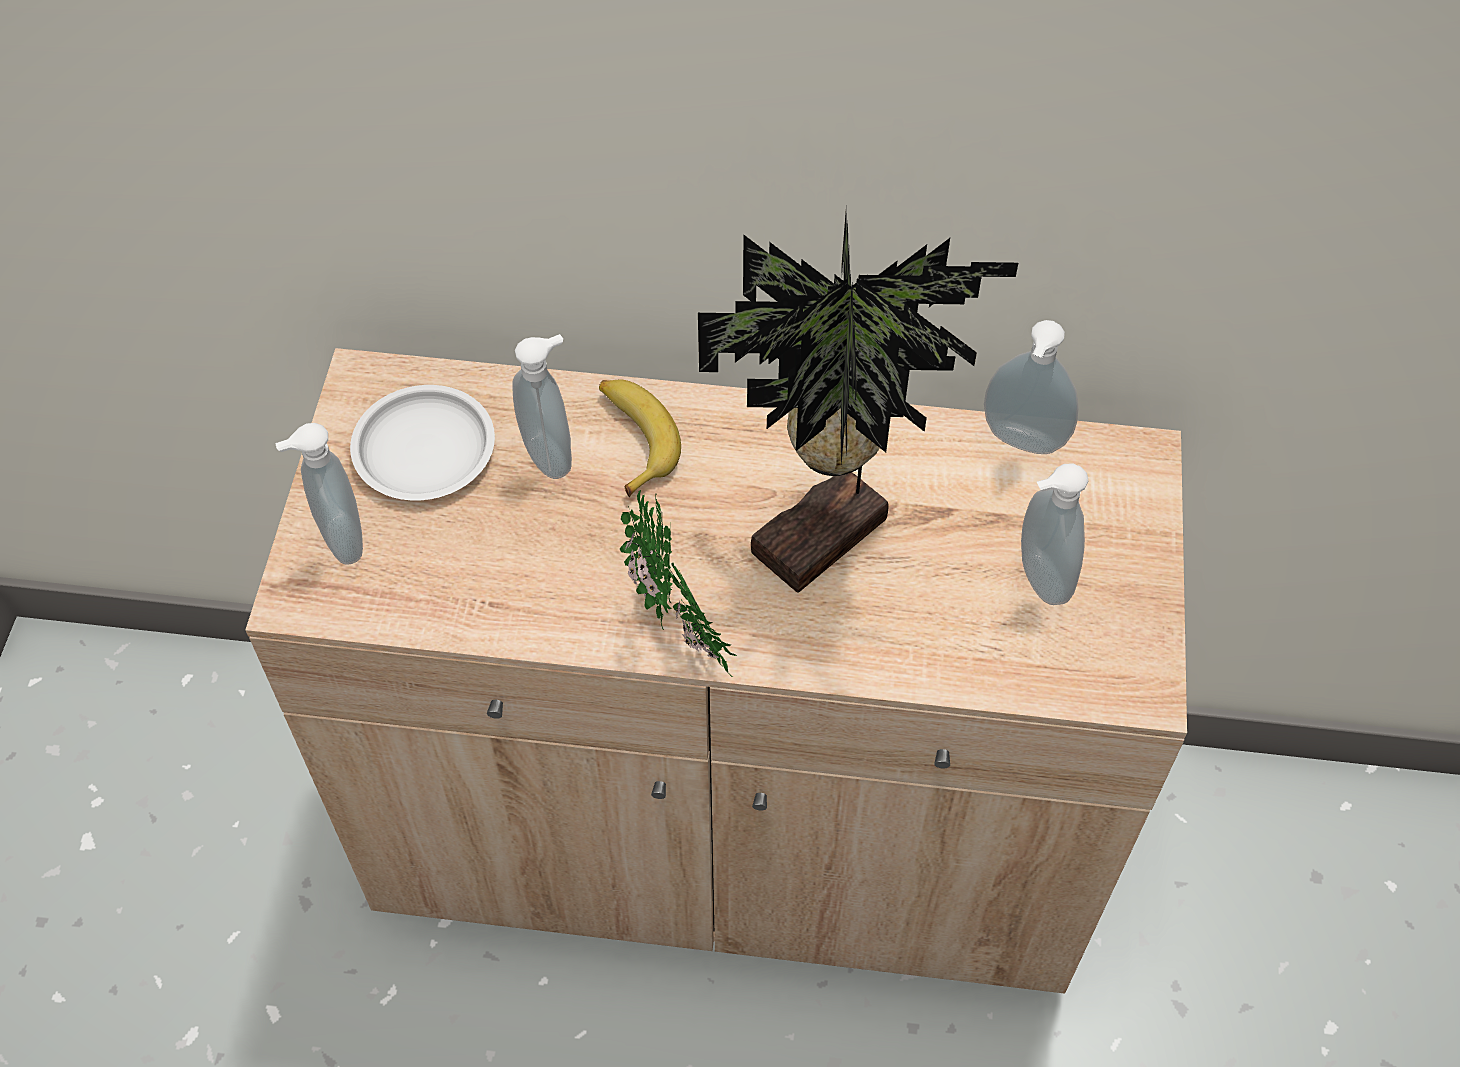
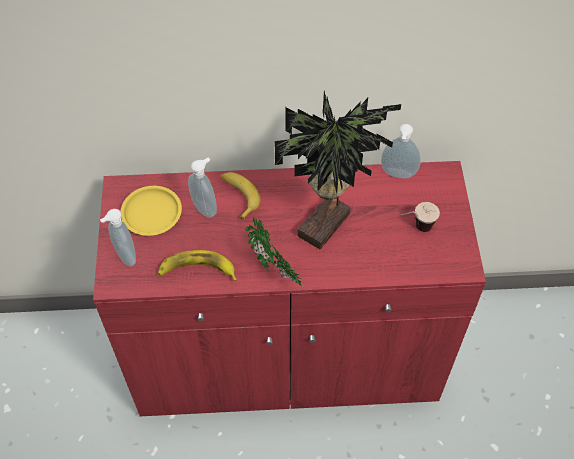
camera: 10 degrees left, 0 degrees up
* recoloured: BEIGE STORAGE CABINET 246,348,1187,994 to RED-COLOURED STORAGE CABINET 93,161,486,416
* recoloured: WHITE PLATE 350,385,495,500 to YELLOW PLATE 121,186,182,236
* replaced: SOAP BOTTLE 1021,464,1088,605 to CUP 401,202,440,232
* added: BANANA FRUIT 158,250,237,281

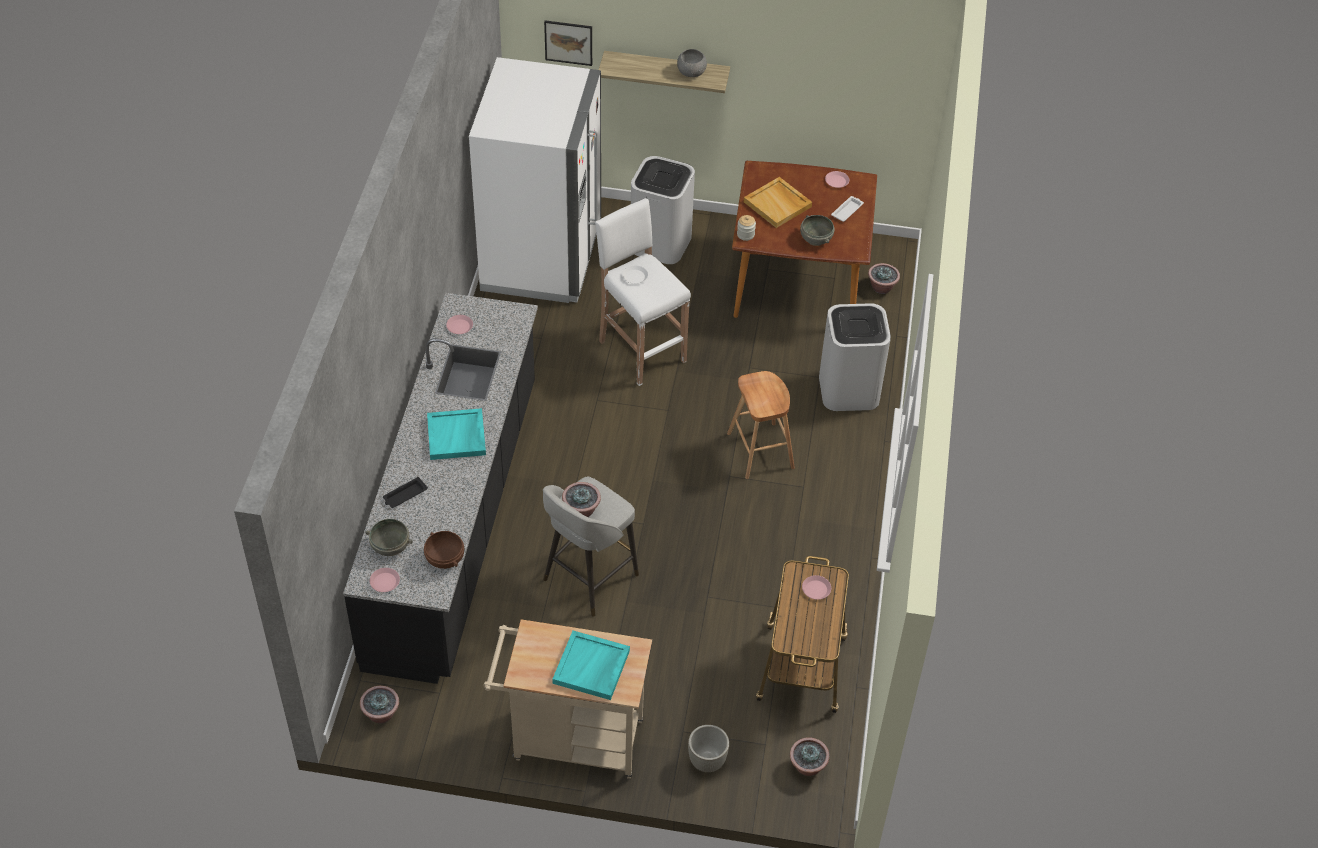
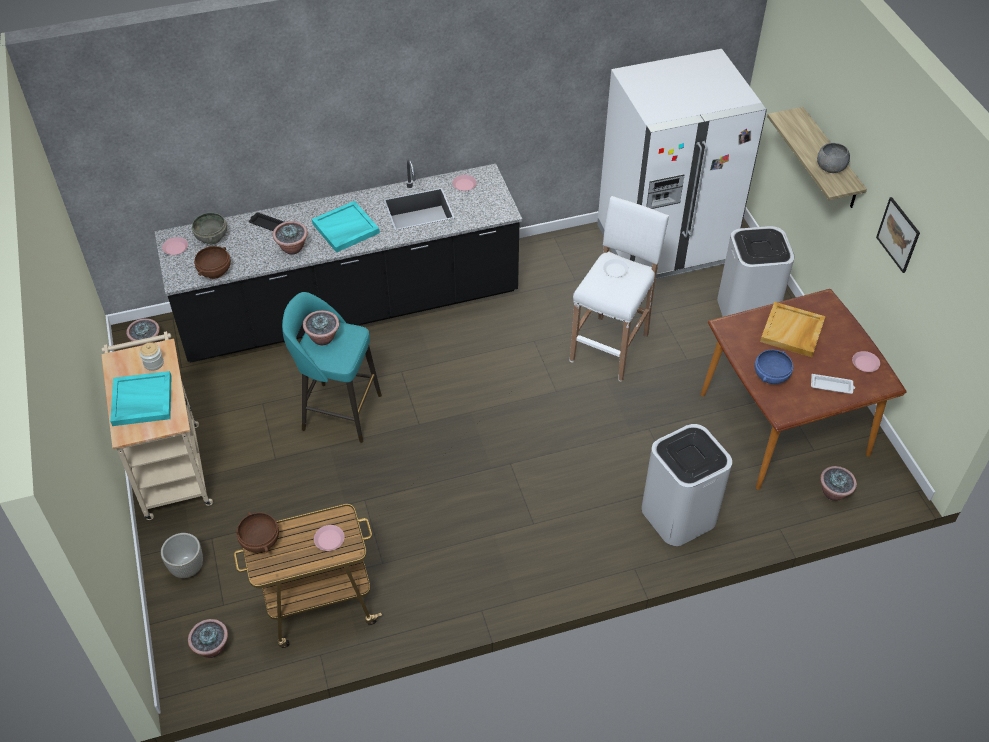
camera: 65 degrees right, 0 degrees up
* recoloured: GRAY SITTING STOOL 543,476,639,617 to BLUE-GREEN SITTING STOOL 282,292,382,443
* moved: WALL ART 544,20,592,66 to 876,197,920,273
* removed: BROWN-COLOURED SITTING STOOL 727,371,795,479
* moved: STORAGE JAR 737,215,756,241 to 140,342,164,371
* recoloured: GRAY DEEP DISH 800,215,835,246 to BLUISH DEEP DISH 755,350,793,384
* added: BROWN-COLOURED DEEP DISH 236,512,279,552
* added: POTTED PLANT 273,221,308,254

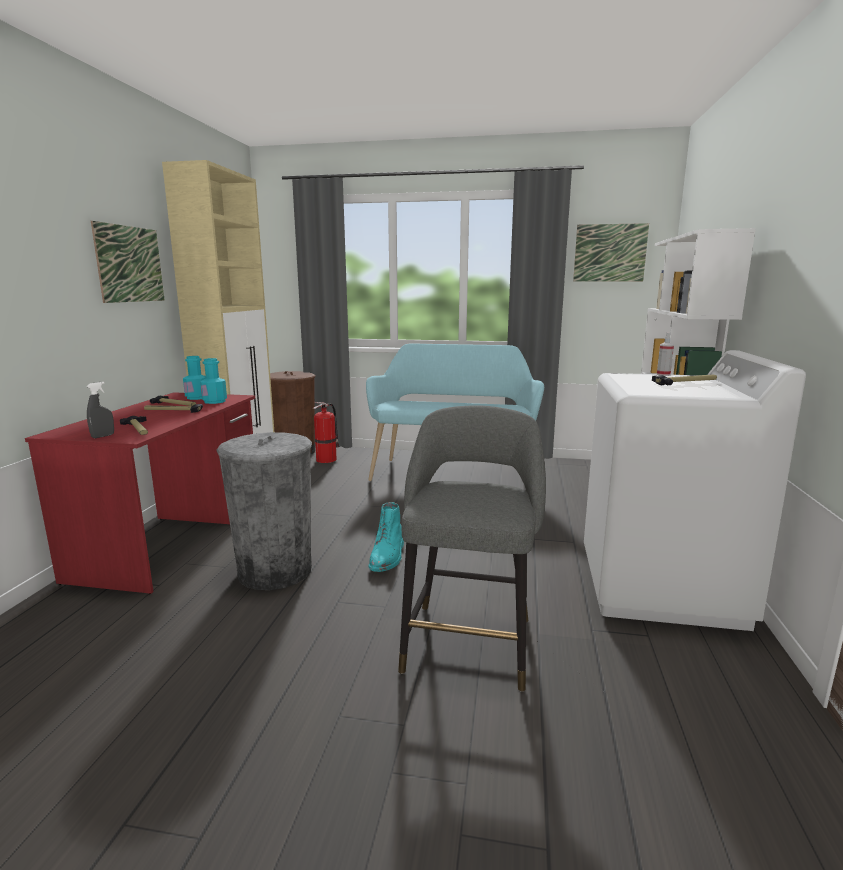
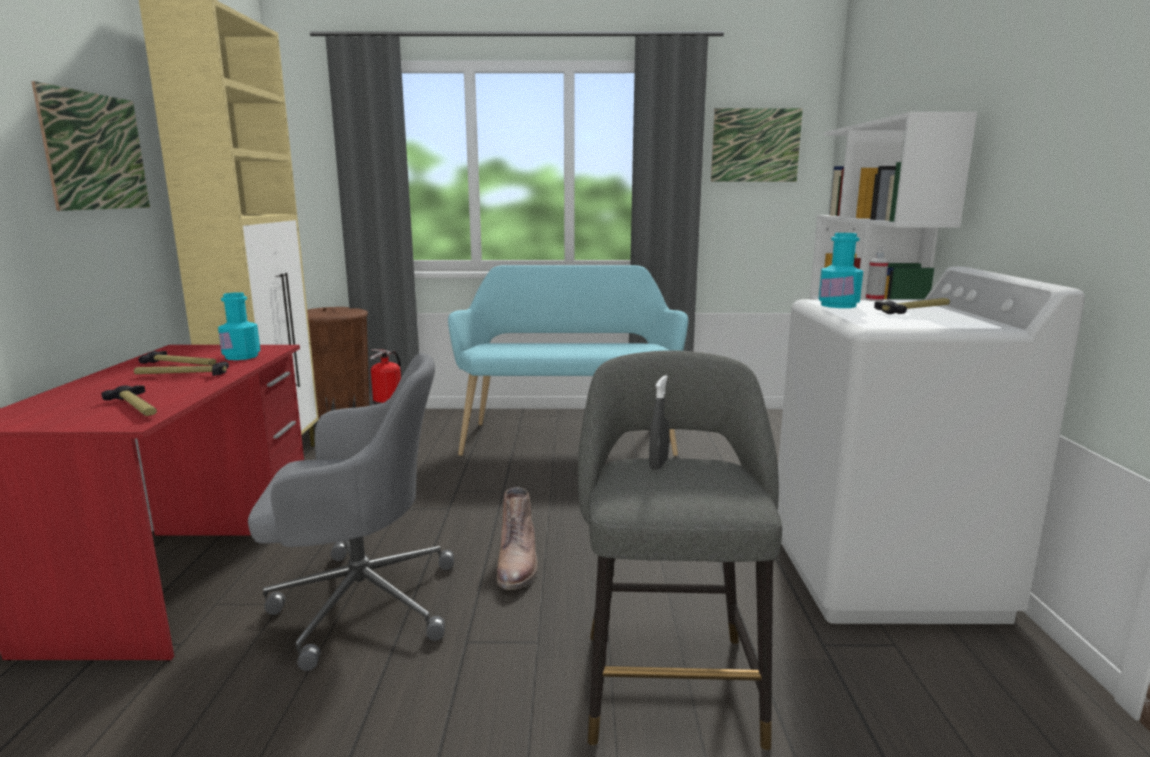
camera: 10 degrees left, 0 degrees up
* moved: GRAY SPRAY BOTTLE 86,382,114,438 to 649,375,670,470
* moved: BLUE-GREEN BOTTLE 183,356,206,400 to 819,233,863,308
* replaced: GRAY WASTE BIN 217,432,312,590 to GRAY OFFICE CHAIR 248,353,454,671
* recoloured: BLUE-GREEN HIGH-TOP BOOT 368,502,404,572 to BROWN-COLOURED HIGH-TOP BOOT 497,487,538,590

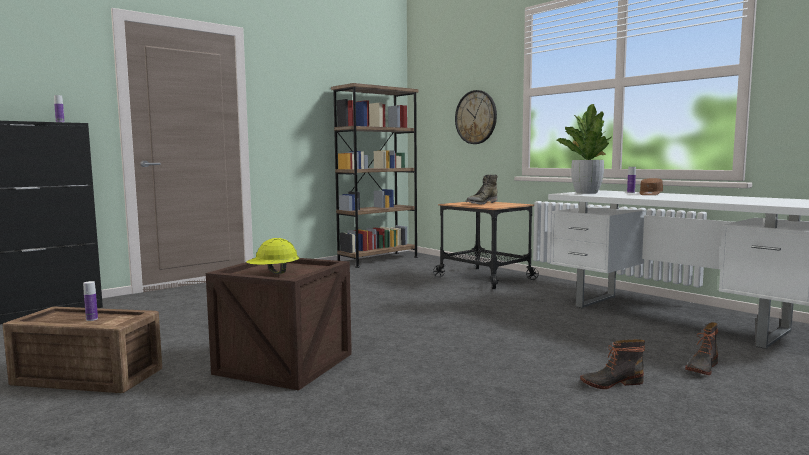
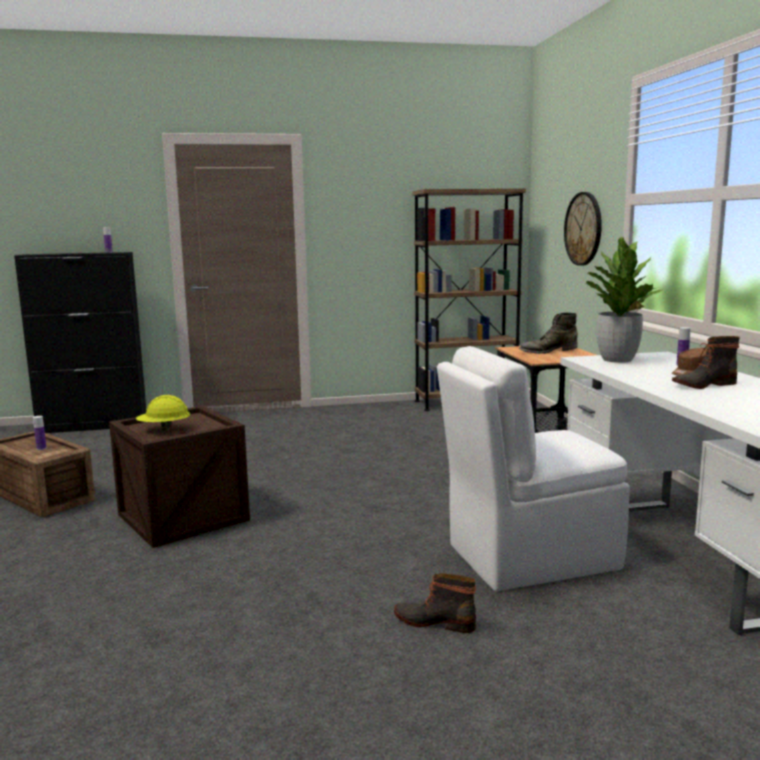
camera: 30 degrees right, 5 degrees up
* moved: HIGH-TOP BOOT 685,322,718,375 to 672,336,740,389
* added: WHITE PLAIN CHAIR 437,346,630,591

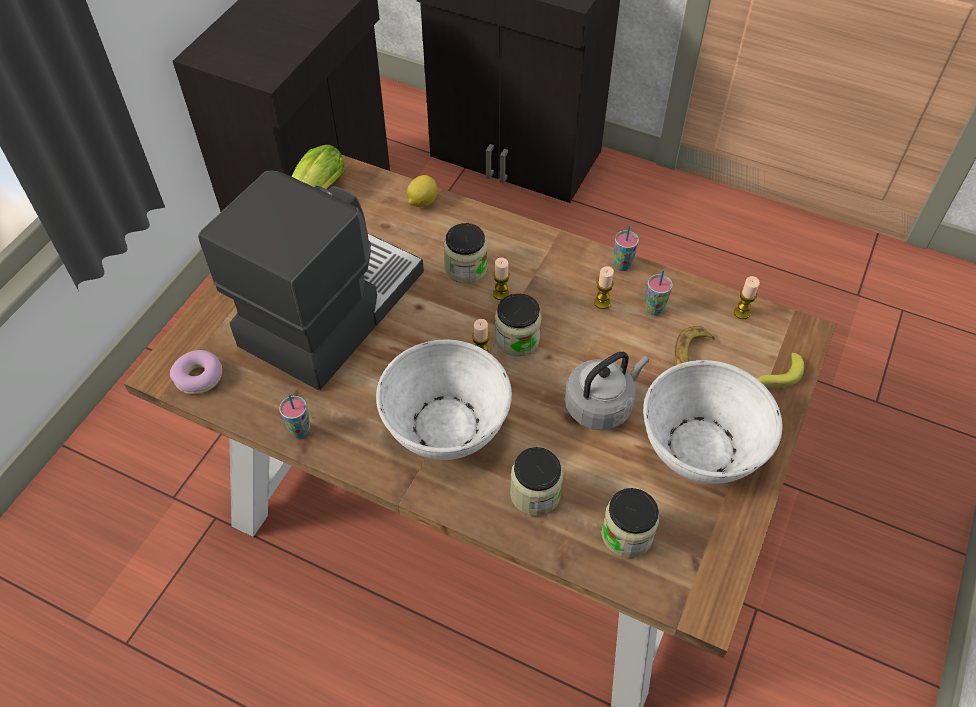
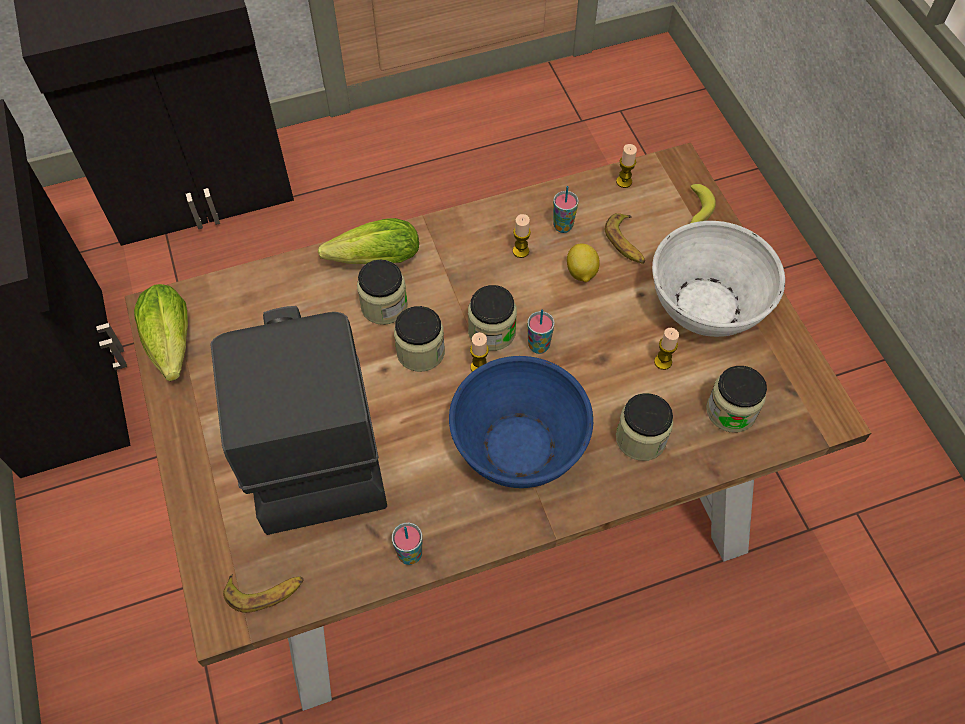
camera: 45 degrees left, 5 degrees up
* replaced: DOUGHNUT 170,350,222,394 to BANANA FRUIT 223,574,303,613
* recoloured: WHITE DEEP DISH 376,340,512,460 to BLUISH DEEP DISH 449,356,593,488
* moved: WHOLE LEMON 406,175,438,207 to 567,244,600,283
* moved: WAX LIGHT 493,258,510,300 to 654,328,679,370
* removed: GRAY WATER KETTLE 565,352,649,430
* moved: CUP 613,225,639,271 to 527,309,555,354
* added: LETTUCE 318,218,419,264
* added: STORAGE JAR 394,306,445,372

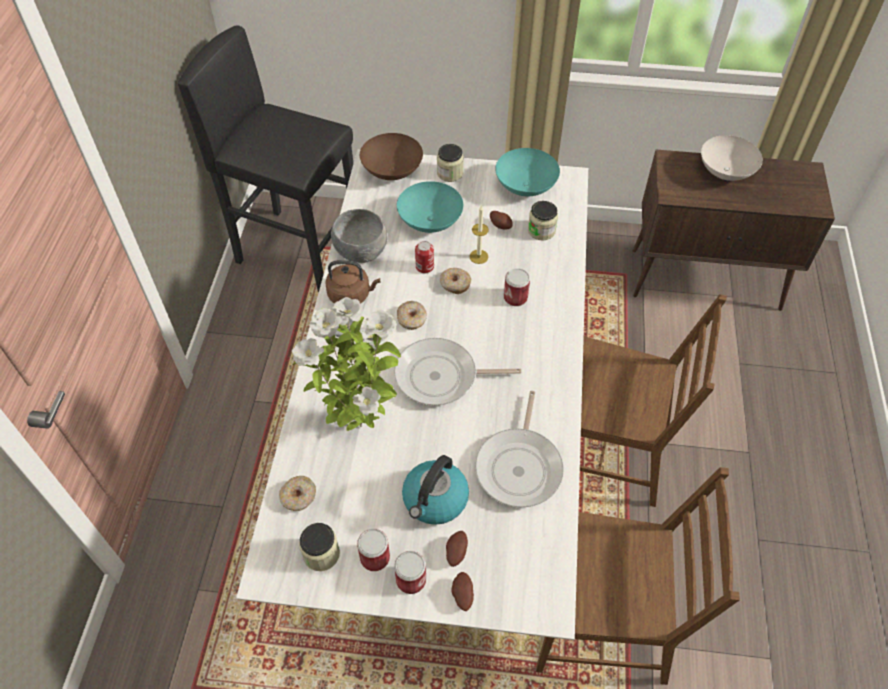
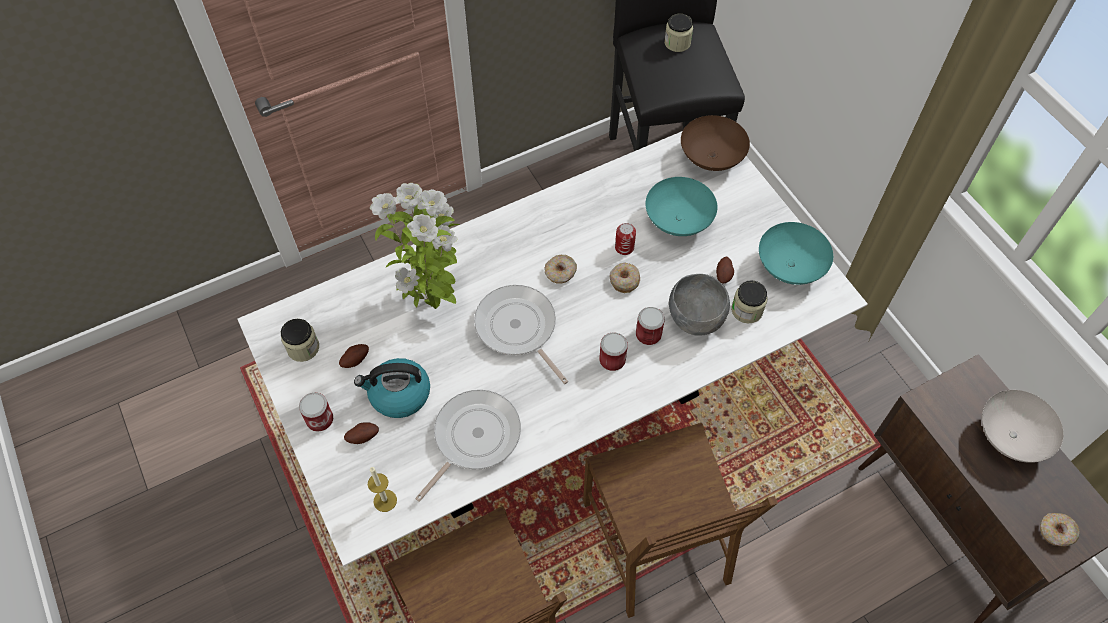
camera: 55 degrees right, 5 degrees up
* moved: DOUGHNUT 279,476,316,511 to 1040,513,1080,547
* removed: BROWN-COLOURED WATER KETTLE 326,260,380,304
* moved: GRAY DEEP DISH 331,209,388,263 to 669,274,730,336
* moved: METAL CAN 357,529,390,571 to 599,332,628,371
* moved: STORAGE JAR 437,144,464,182 to 664,14,693,52
* moved: POTATO 452,572,474,611 to 339,344,369,368
* moved: WAX LIGHT 469,205,489,264 to 368,467,397,512
* turned: PAN 475,391,564,508 = 415,390,521,502 150 degrees clockwise

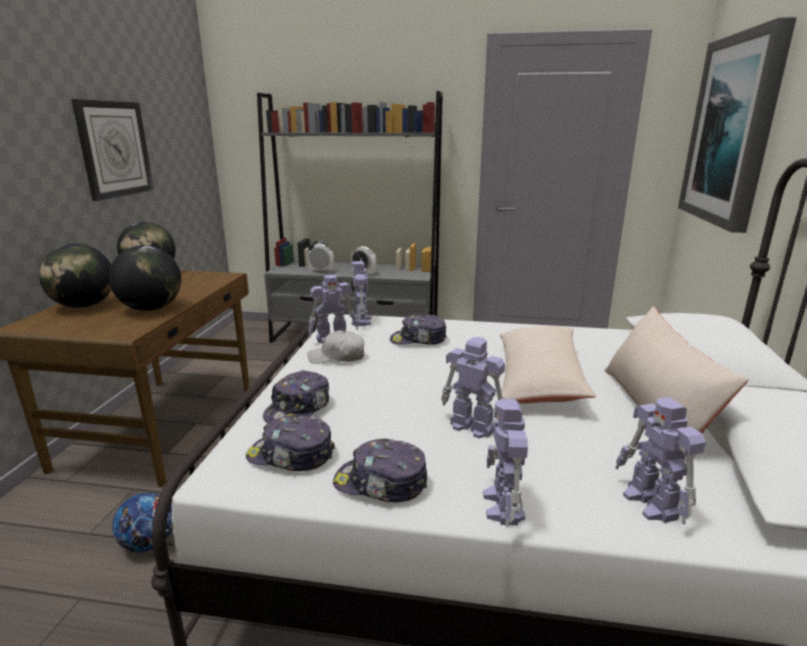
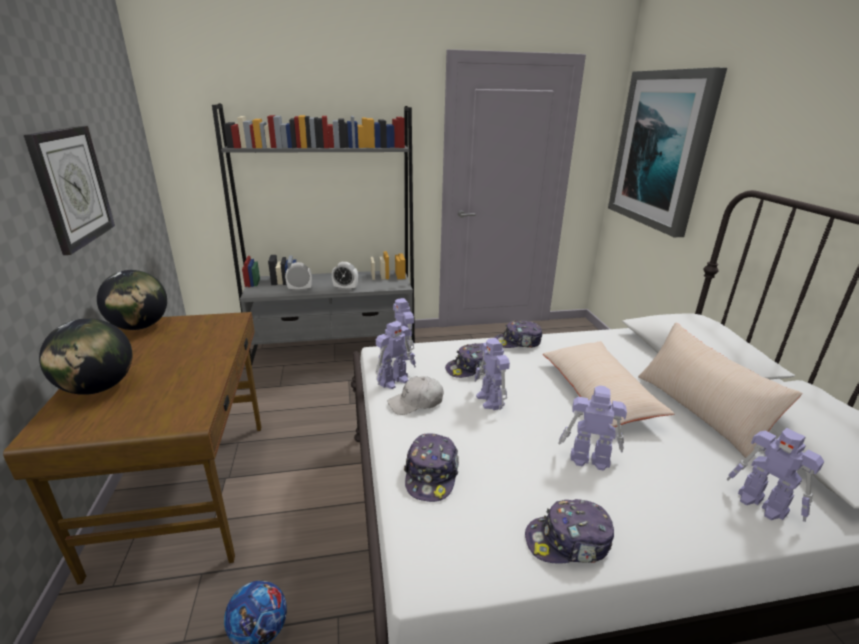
camera: 20 degrees left, 5 degrees up
* removed: DESK GLOBE 109,245,181,311
* moved: PEAKED CAP 246,414,335,471 to 495,320,542,348
* moved: TOY ROBOT 483,399,528,528 to 474,338,510,410

